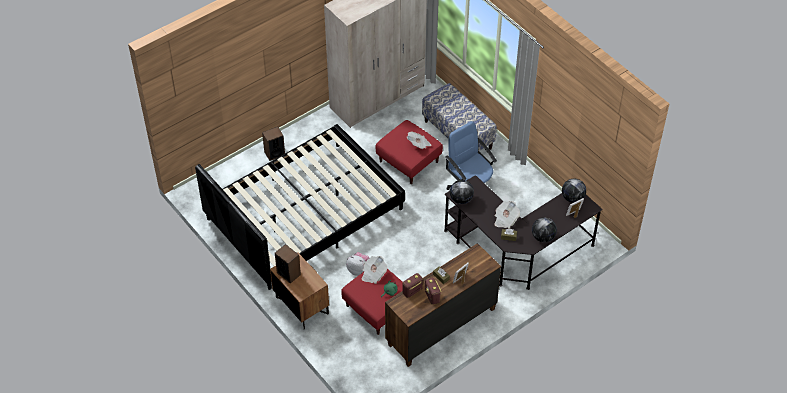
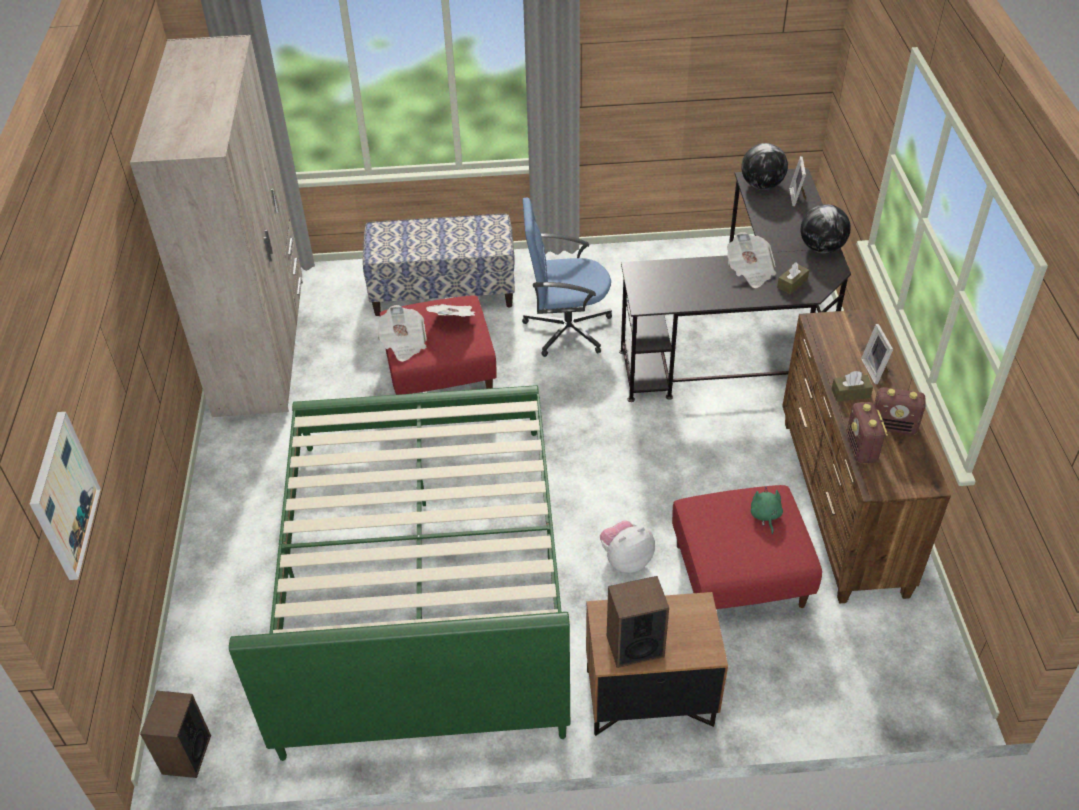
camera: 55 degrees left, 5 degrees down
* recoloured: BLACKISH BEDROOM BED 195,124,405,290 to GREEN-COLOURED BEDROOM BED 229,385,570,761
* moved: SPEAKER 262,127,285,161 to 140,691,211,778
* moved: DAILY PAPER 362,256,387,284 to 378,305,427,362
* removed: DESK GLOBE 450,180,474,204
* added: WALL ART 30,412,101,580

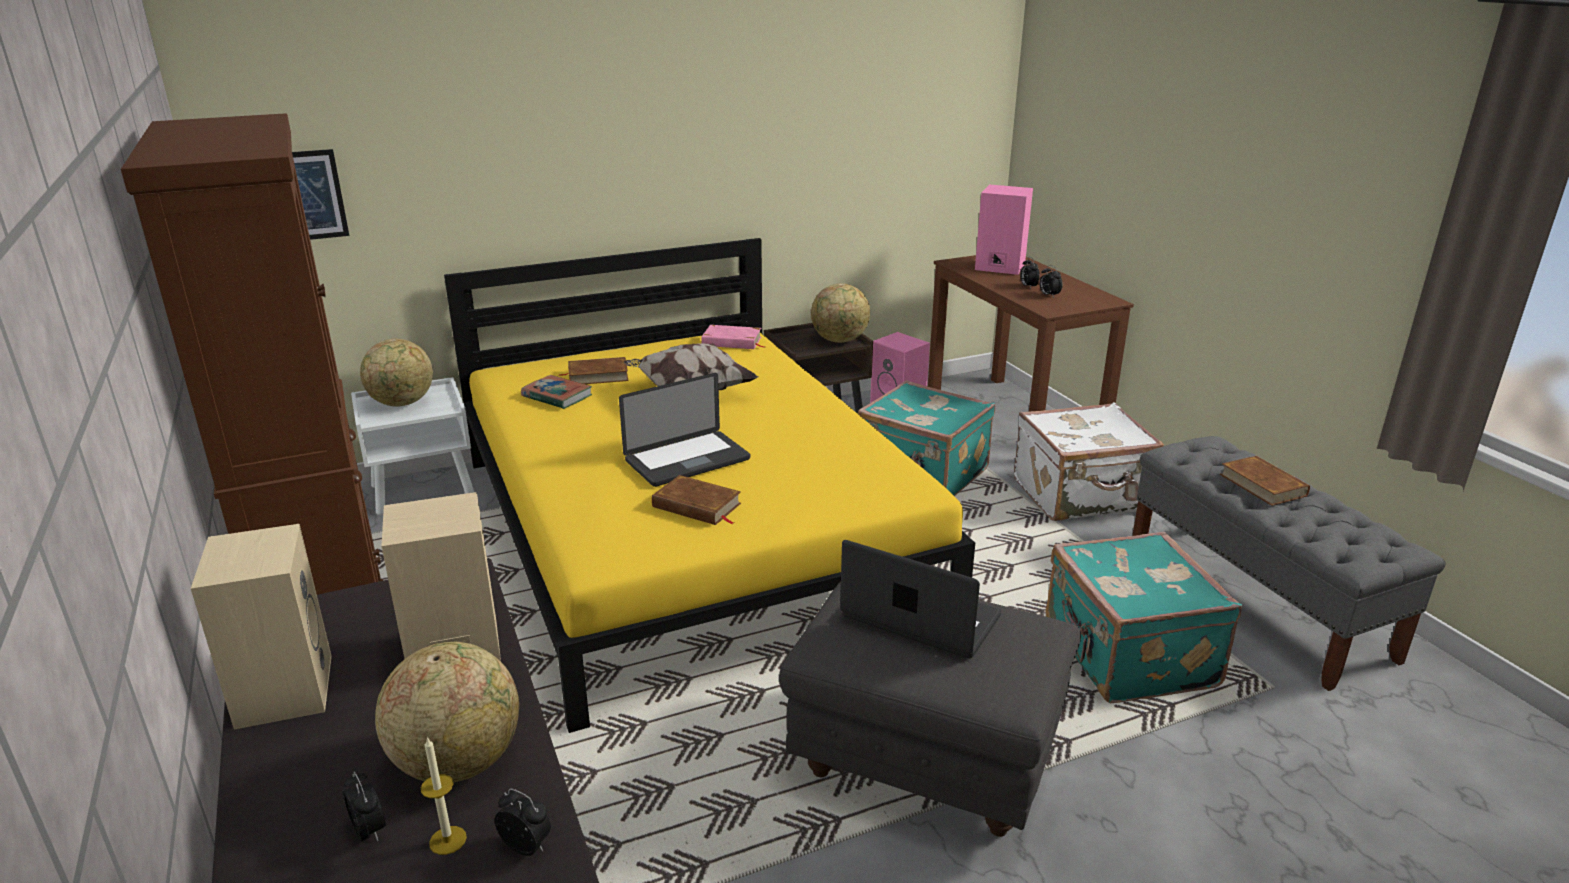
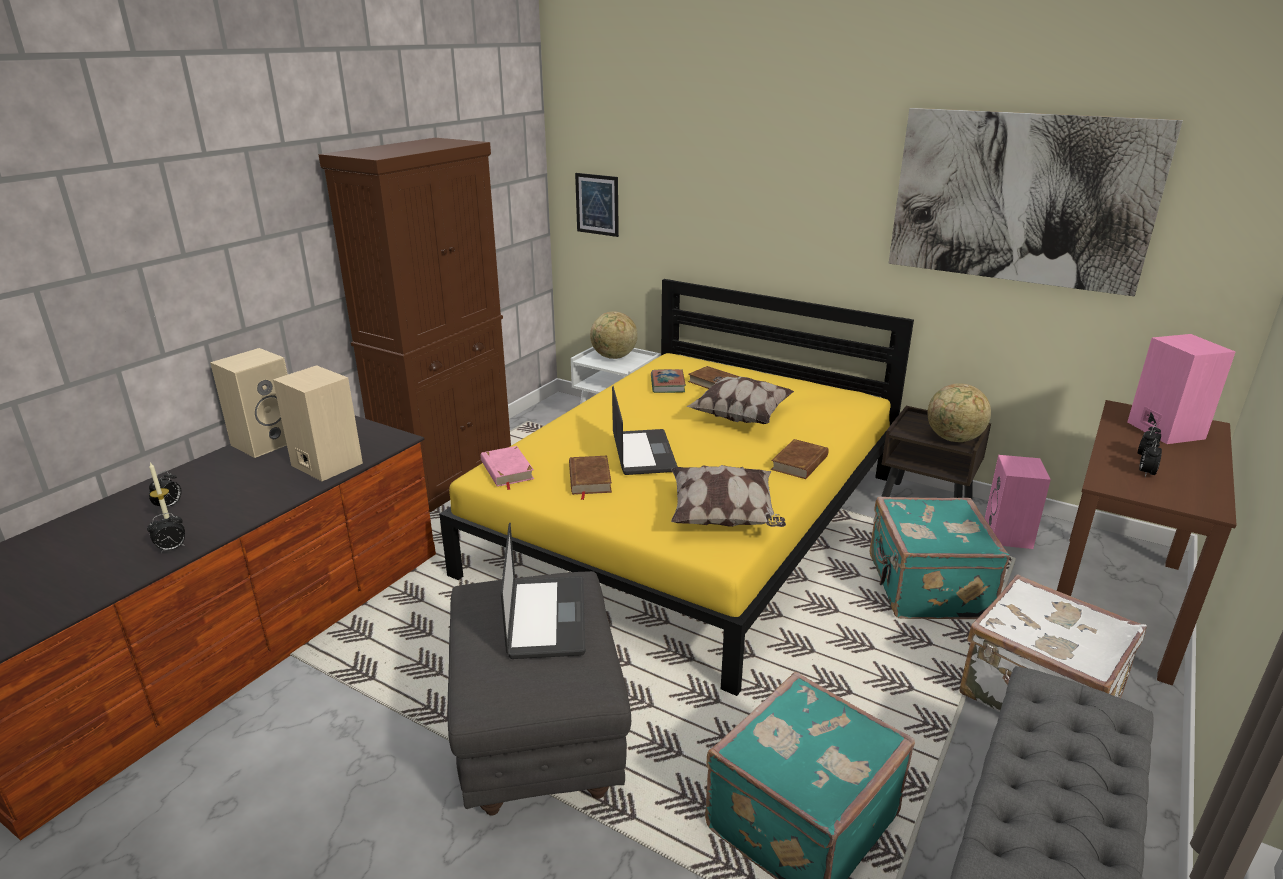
camera: 55 degrees right, 0 degrees up
* removed: DESK GLOBE 375,642,519,782
* turned: ALARM CLOCK 495,789,551,856 = 147,513,185,553 60 degrees clockwise
* turned: PORTABLE COMPUTER 619,373,750,487 = 612,386,678,475 120 degrees counterclockwise
* moved: PINKISH BOUND BOOK 701,325,765,349 to 481,446,534,490
* moved: BROWN-COLOURED BOUND BOOK 1220,456,1310,506 to 771,439,829,479
* added: CUSHION 671,465,786,527
* added: WALL ART 889,108,1183,297

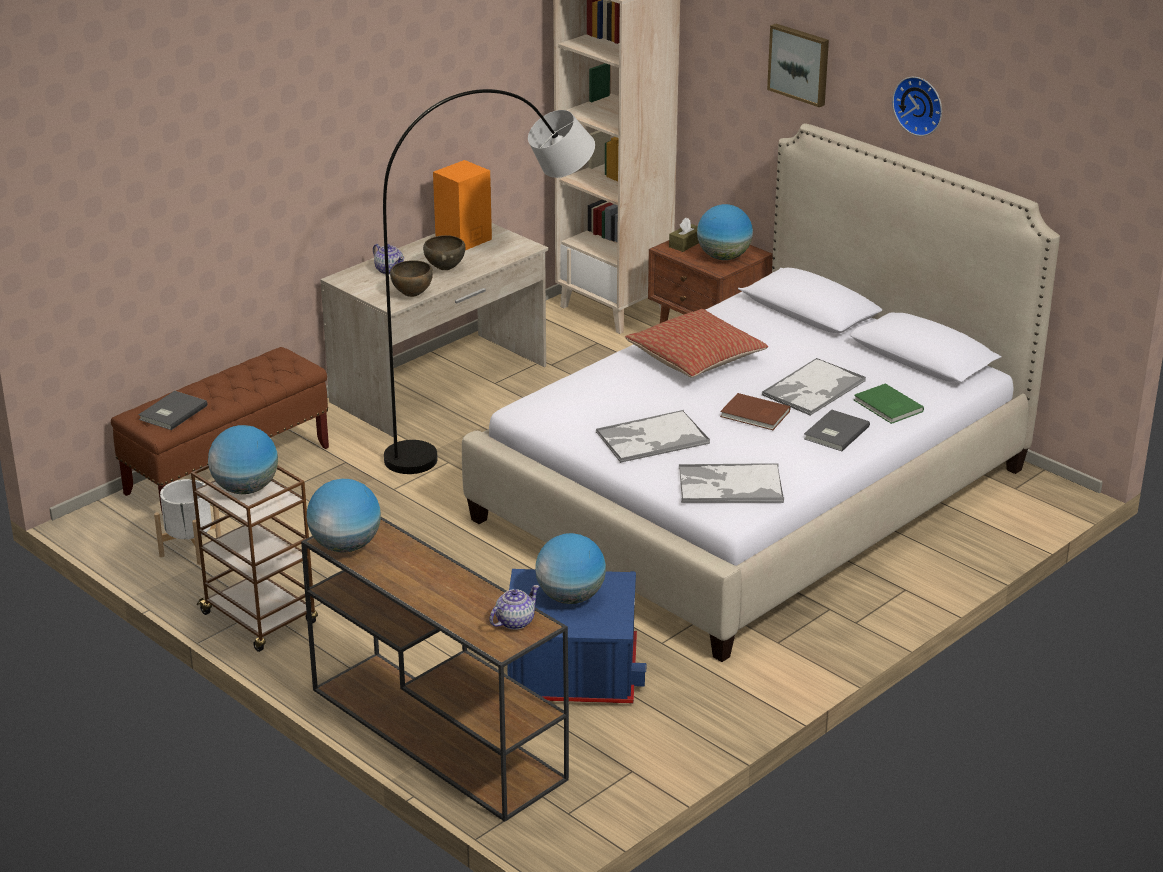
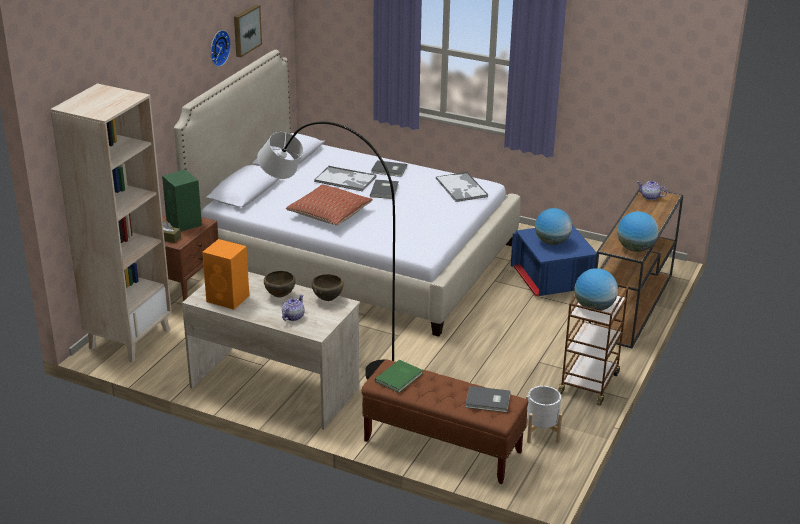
camera: 110 degrees left, 0 degrees up
* removed: TRAY 596,410,710,463
* replaced: DESK GLOBE 697,204,753,260 to GREEN-COLOURED SPEAKER 162,170,202,232
* recoloured: BROWN-COLOURED BOUND BOOK 720,393,790,430 to GRAY BOUND BOOK 370,180,399,199
* moved: WALL ART 767,24,829,107 to 234,5,262,57
* moved: GREEN-COLOURED BOUND BOOK 854,383,924,424 to 375,360,423,393

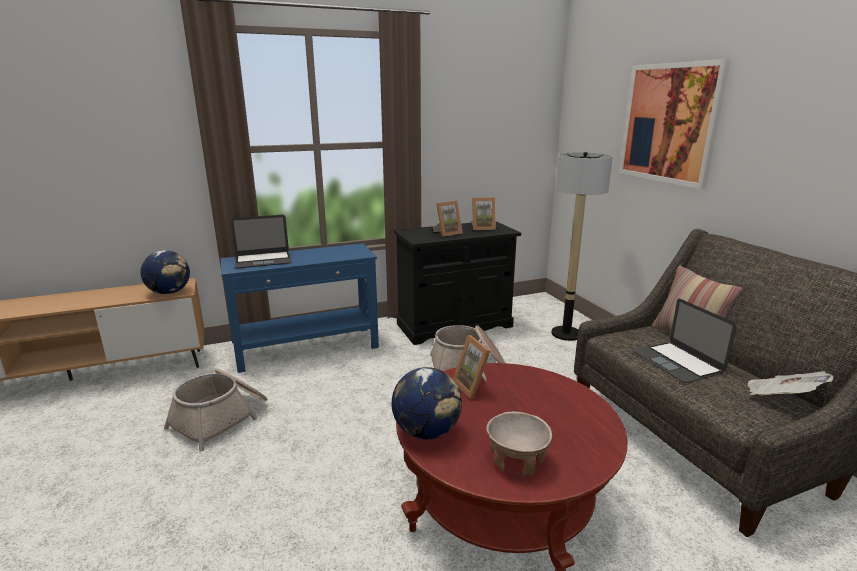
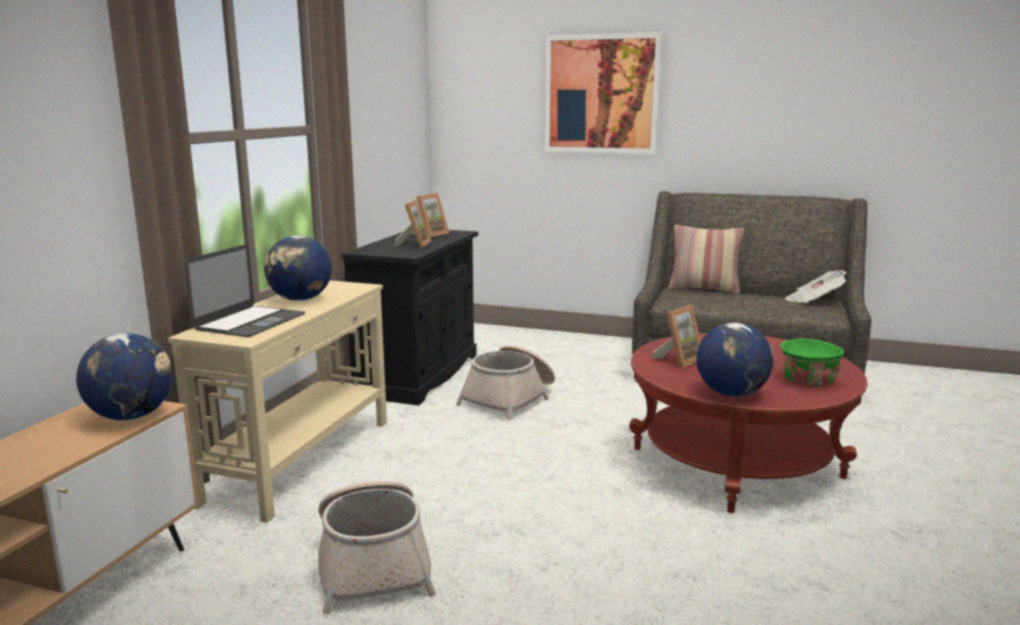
camera: 50 degrees left, 5 degrees down
* recoloured: BLUISH NARROW TABLE 221,243,379,373 to BEIGE NARROW TABLE 168,280,387,523
* turned: STANDING FRAME 453,335,490,399 = 652,305,701,368 60 degrees counterclockwise
* recoloured: BEIGE DEEP DISH 486,412,552,476 to GREEN-COLOURED DEEP DISH 780,339,844,387
* removed: STANDARD LAMP 551,152,613,341
* removed: PORTABLE COMPUTER 633,299,737,383
* added: DESK GLOBE 264,236,332,301

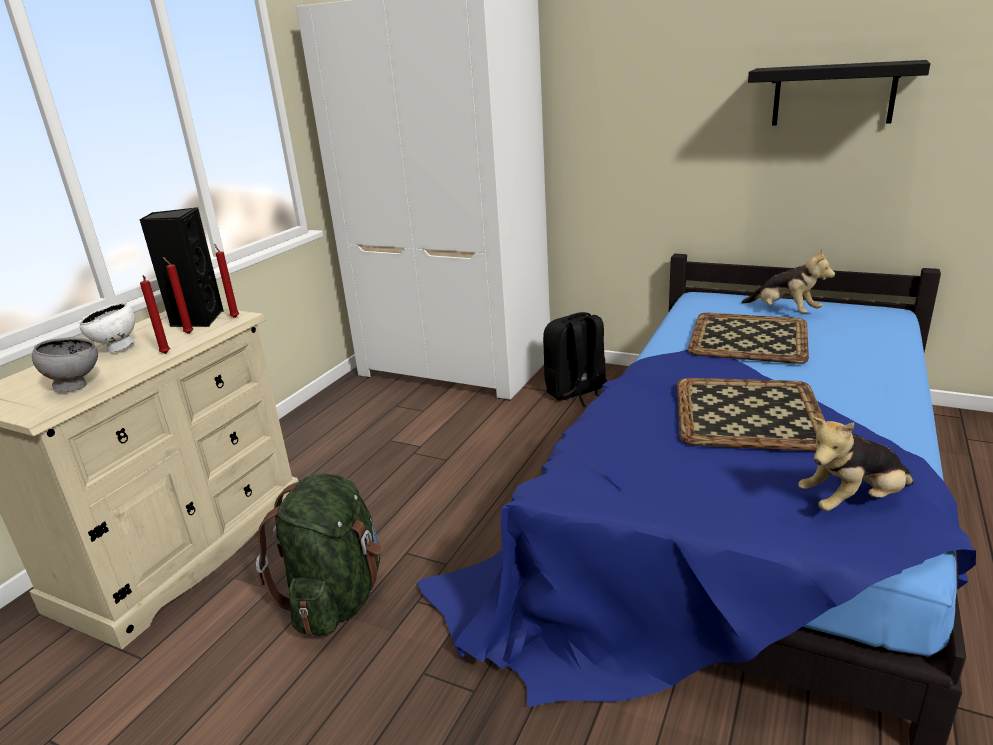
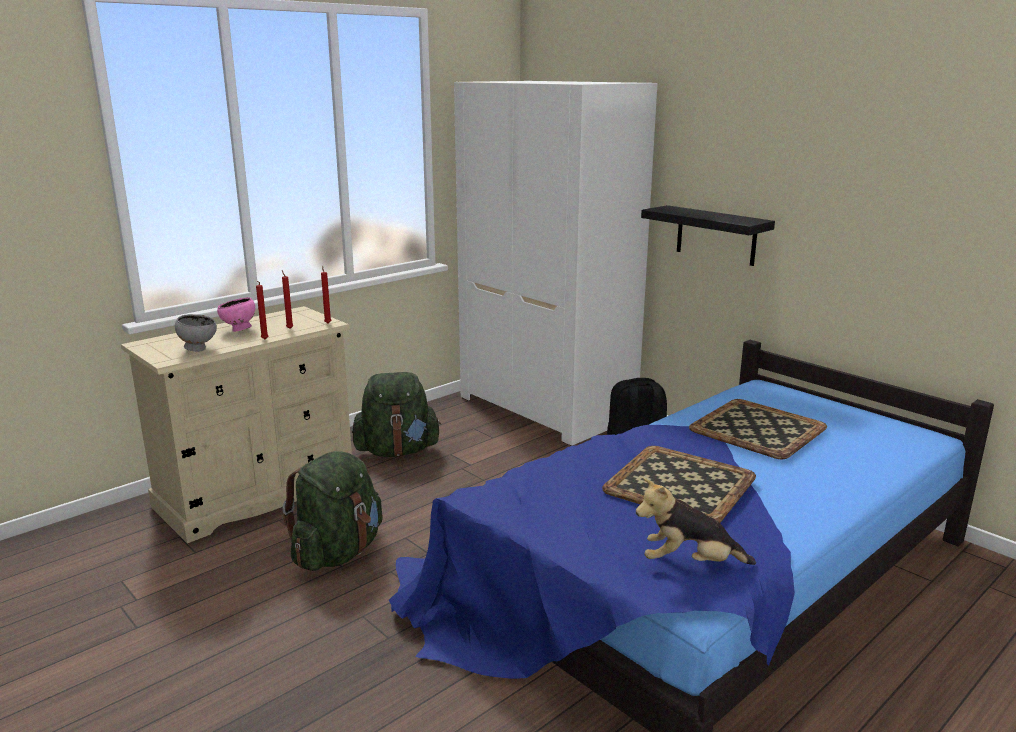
camera: 20 degrees right, 5 degrees down
* recoloured: WHITE DEEP DISH 79,303,135,353 to PINKISH DEEP DISH 217,297,255,332
* removed: BLACKISH SPEAKER 140,207,224,327
* removed: SOFT TOY 741,249,835,313
* moved: BLACKISH BRACKET SHELF 748,60,930,126 to 641,205,775,266
* added: GREEN-COLOURED RUCKSACK 352,372,441,457

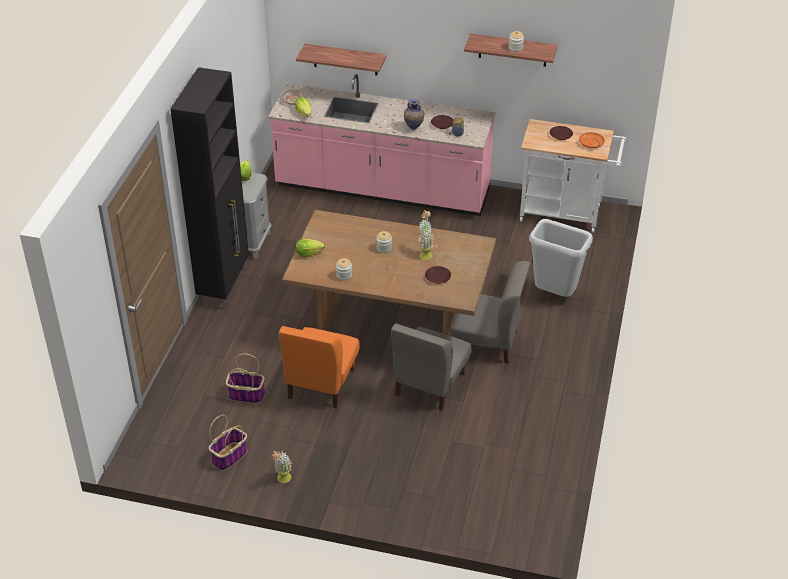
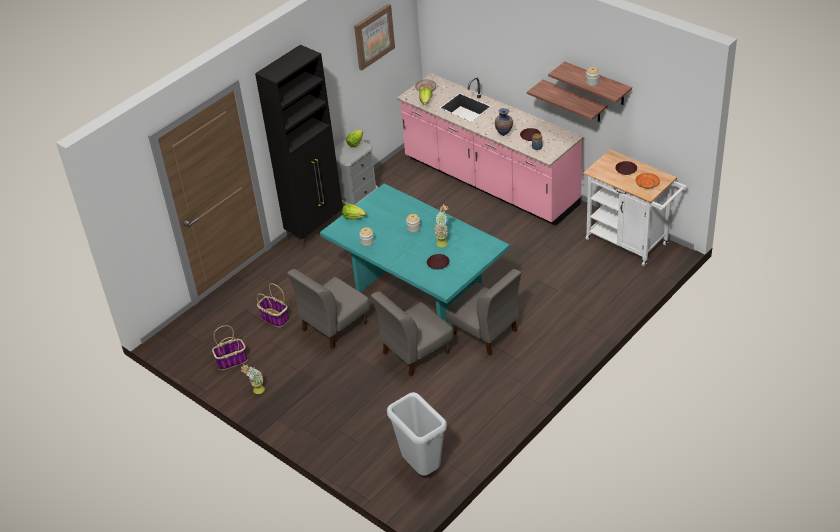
camera: 30 degrees right, 0 degrees up
* recoloured: ORANGE PLAIN CHAIR 279,326,360,409 to GRAY PLAIN CHAIR 287,269,370,349
* recoloured: BROWN-COLOURED KITCHEN TABLE 282,210,496,336 to BLUE-GREEN KITCHEN TABLE 320,183,510,327
* moved: BRACKET SHELF 296,44,387,75 to 527,80,608,122
* moved: GRAY WASTE BIN 529,219,593,297 to 387,392,447,476
* added: WALL ART 354,4,395,70

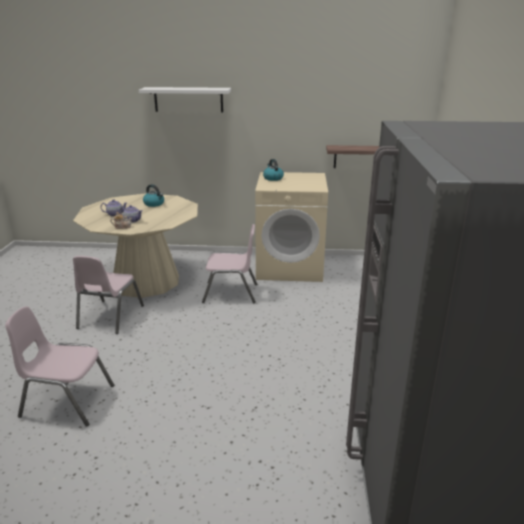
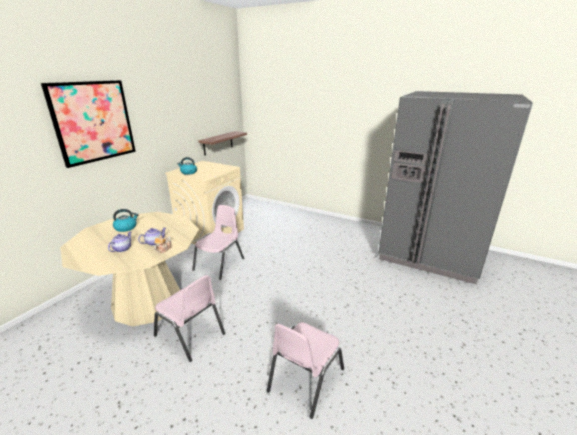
camera: 65 degrees left, 0 degrees up
* replaced: WHITE BRACKET SHELF 139,87,231,112 to WALL ART 41,80,136,168

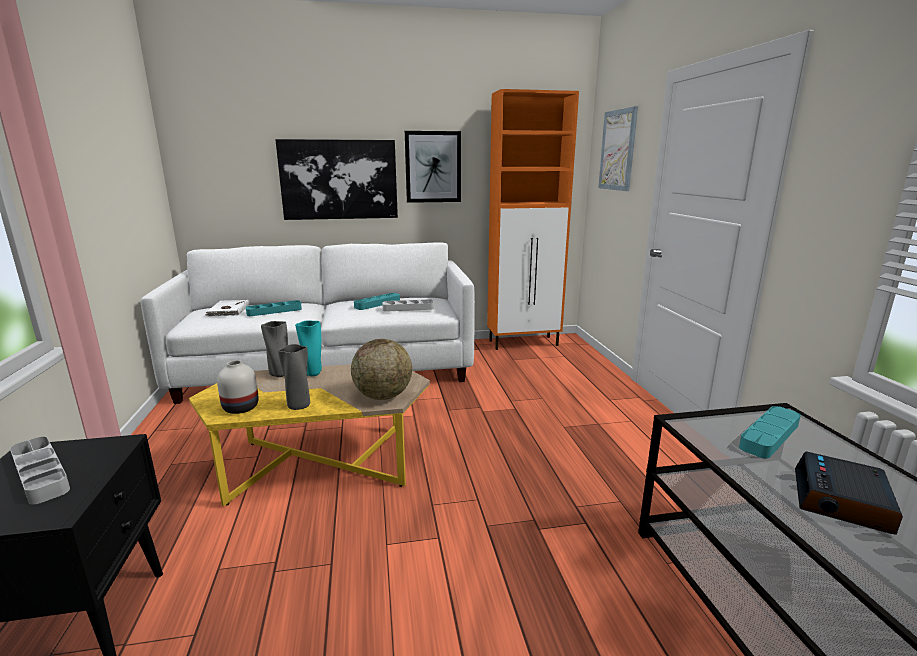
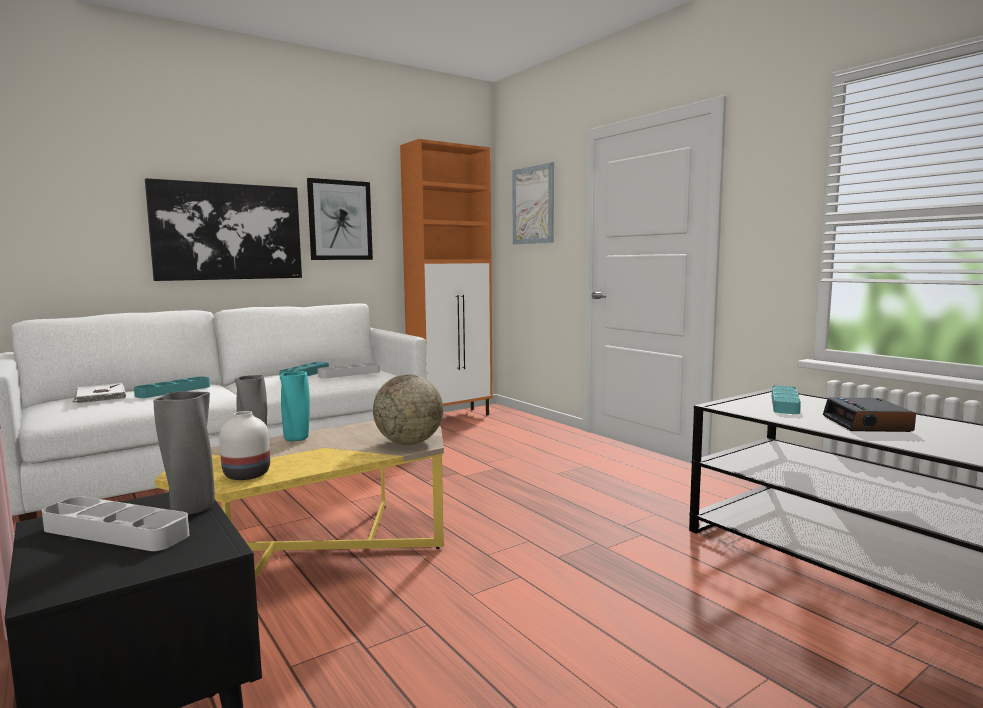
camera: 25 degrees left, 10 degrees down
* moved: GRAY VASE 278,344,310,410 to 154,391,215,515

